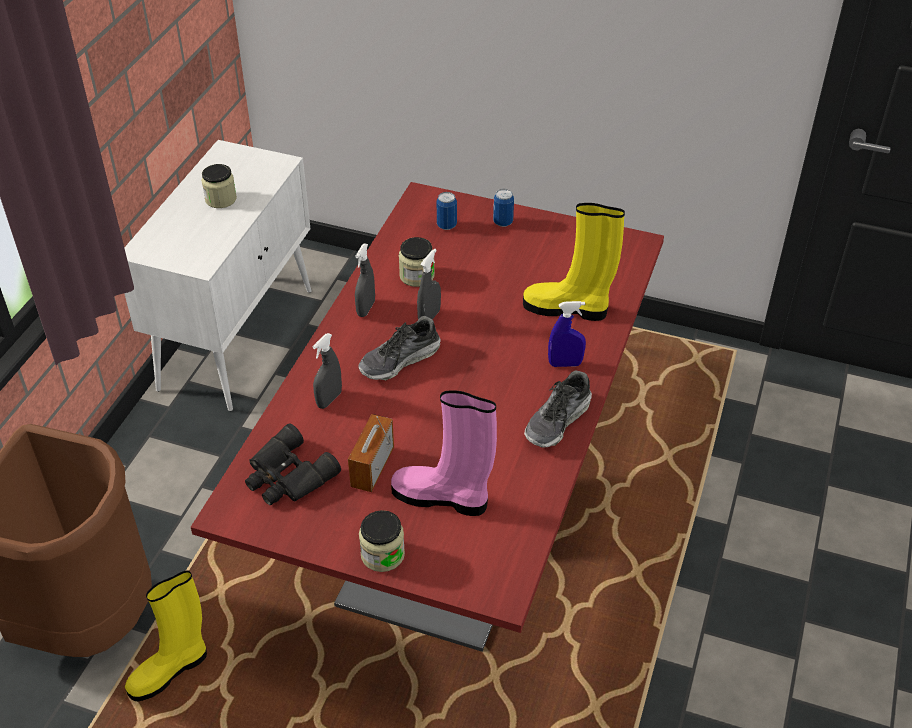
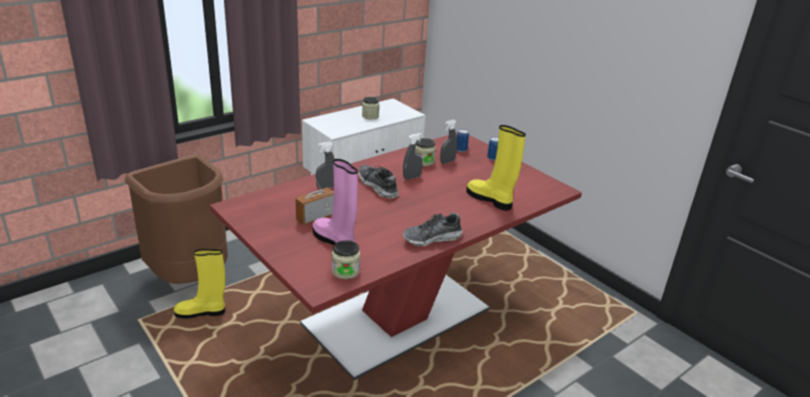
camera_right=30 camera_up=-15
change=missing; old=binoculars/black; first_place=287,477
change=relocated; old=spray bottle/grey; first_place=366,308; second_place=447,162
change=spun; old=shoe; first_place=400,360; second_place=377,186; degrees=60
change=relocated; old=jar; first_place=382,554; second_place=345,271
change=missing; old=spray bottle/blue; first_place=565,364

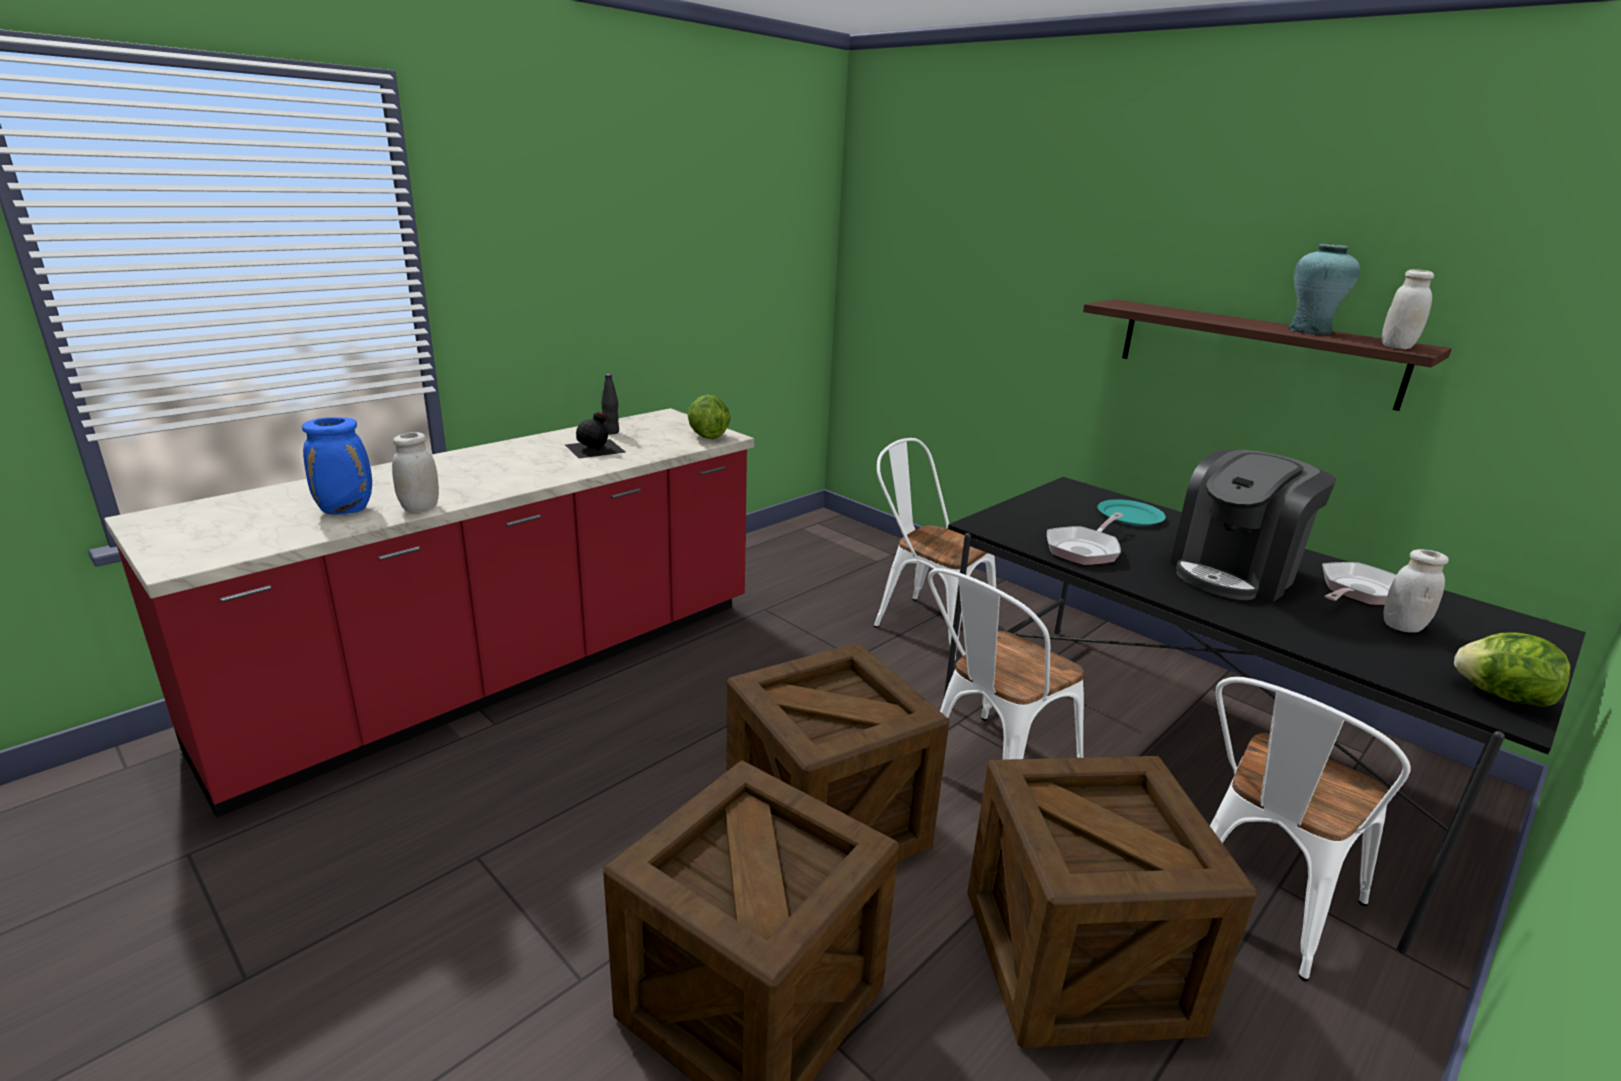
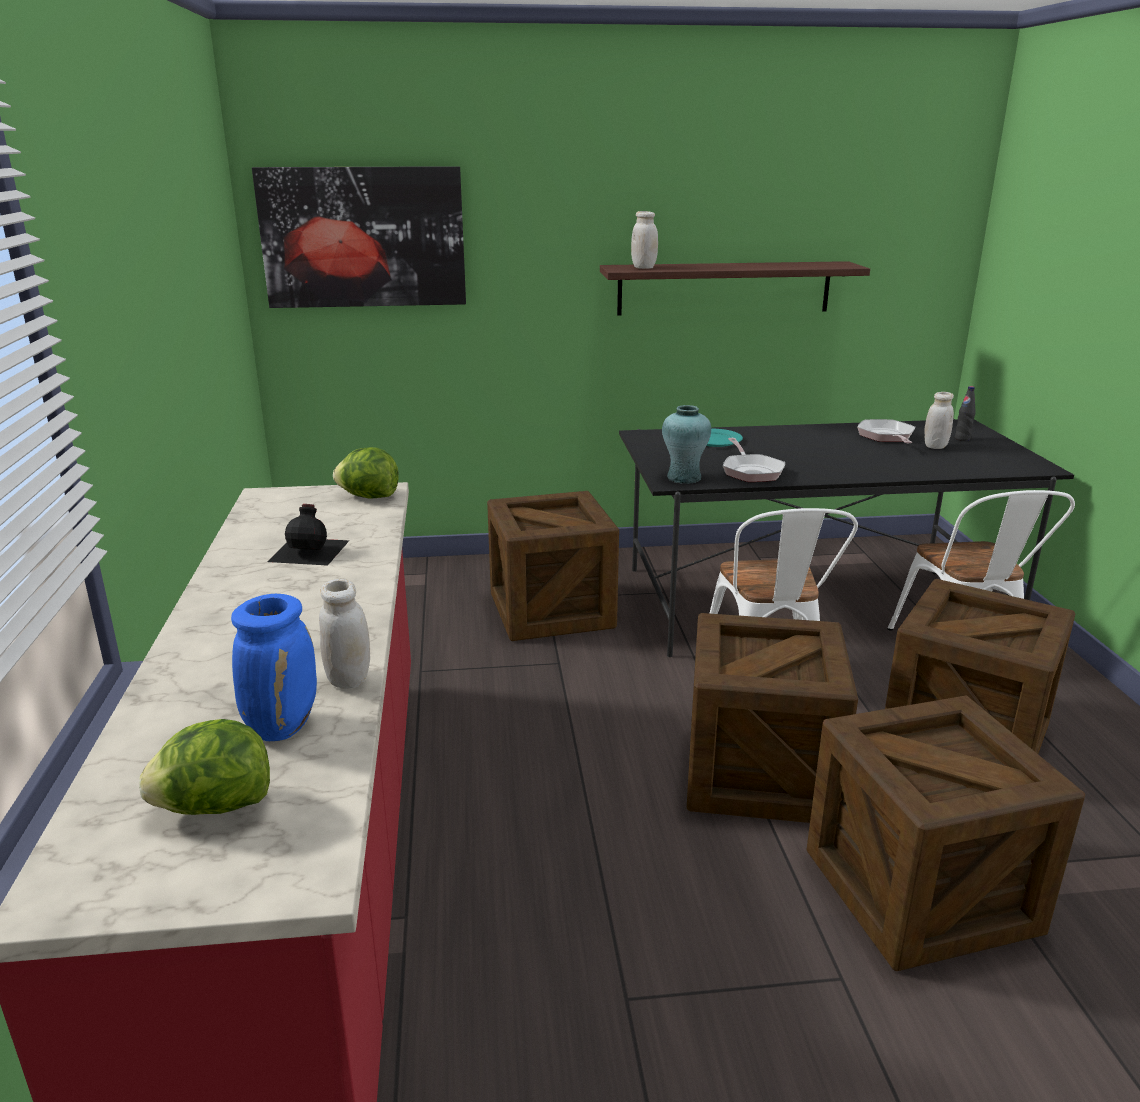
camera_right=-50 camera_up=0
change=relocated; old=bottle/black; first_place=611,432; second_place=962,439
change=exchanged; old=chair/white; new=crate; first_place=925,623; second_place=551,611
change=missing; old=coffee machine; first_place=1234,573
change=relocated; old=vase/turquoise; first_place=1309,331; second_place=683,478
change=relocated; old=jar/white; first_place=1396,347; second_place=643,267
change=relocated; old=lettuce; first_place=1500,695; second_place=215,807
change=appeared; new=picture; second_place=363,237

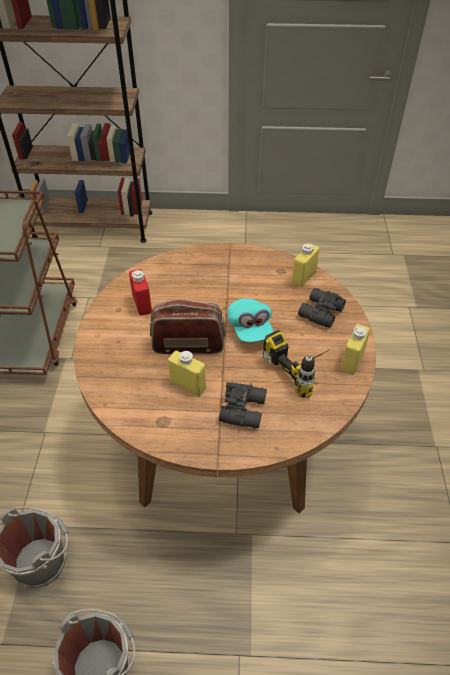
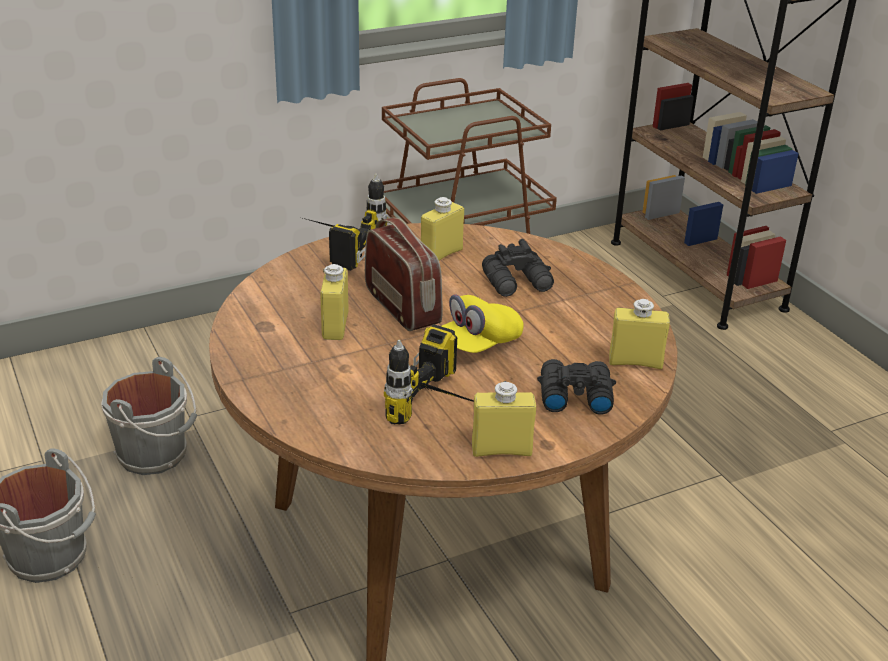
camera_right=60 camera_up=-15
change=colour; old=bottle/red; new=bottle/yellow; first_place=142,304; second_place=441,254
change=relocated; old=binoculars/black; first_place=244,409; second_place=518,283
change=colour; old=cap/turquoise; new=cap/yellow; first_place=250,329; second_place=478,344
change=appeared; new=power drill; second_place=336,248

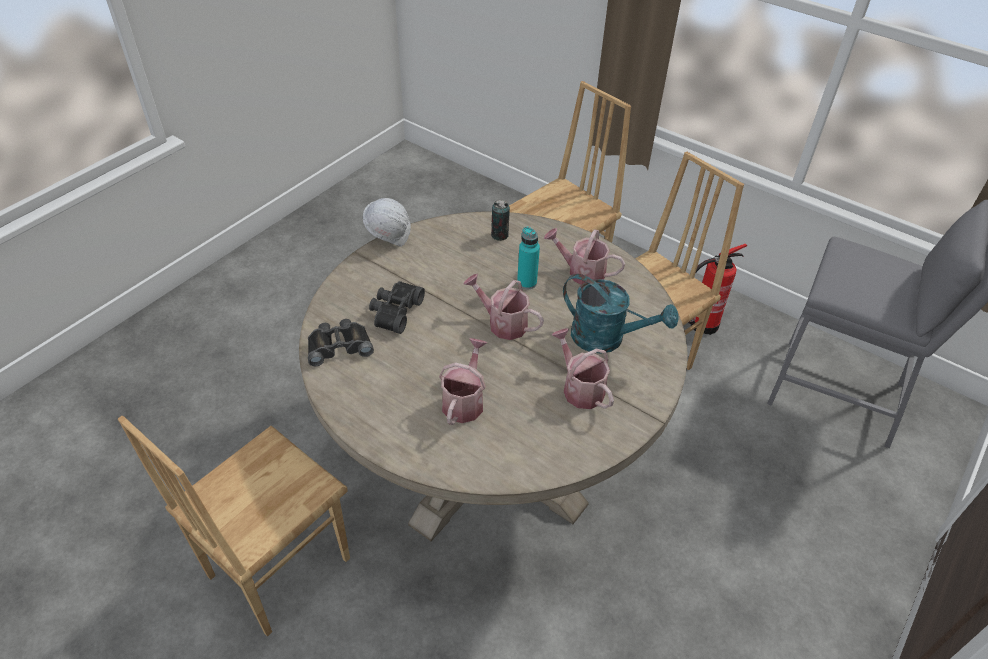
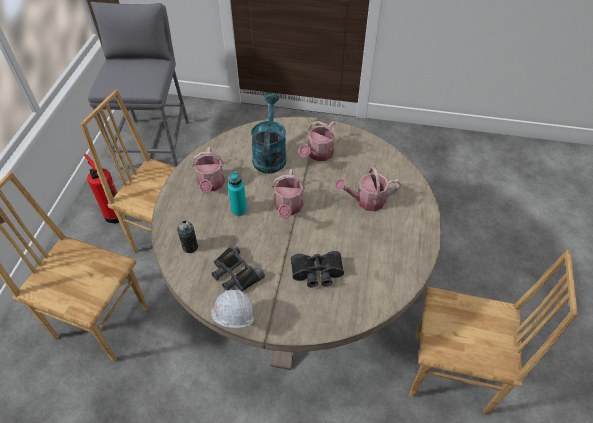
camera_right=-115 camera_up=5
change=relocated; old=binoculars/black; first_place=339,345; second_place=235,273

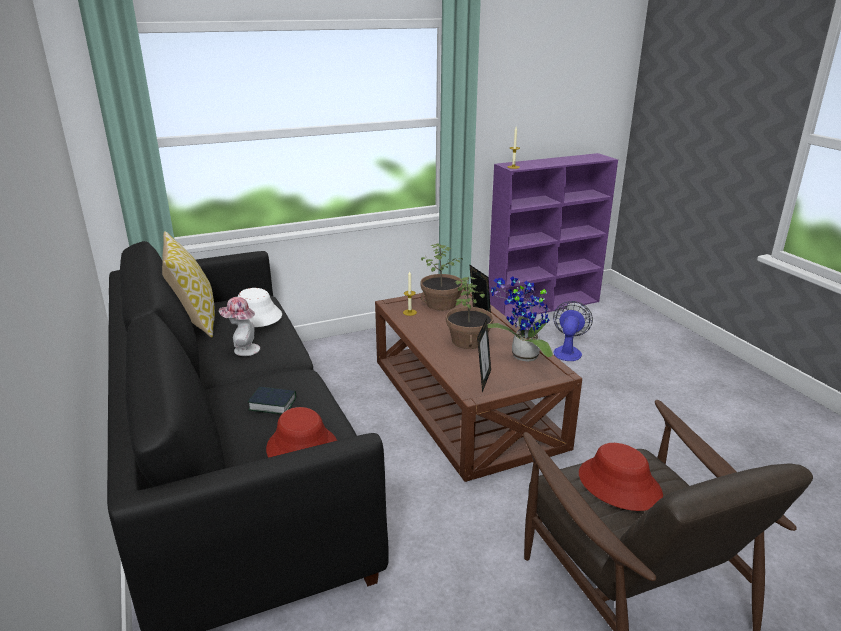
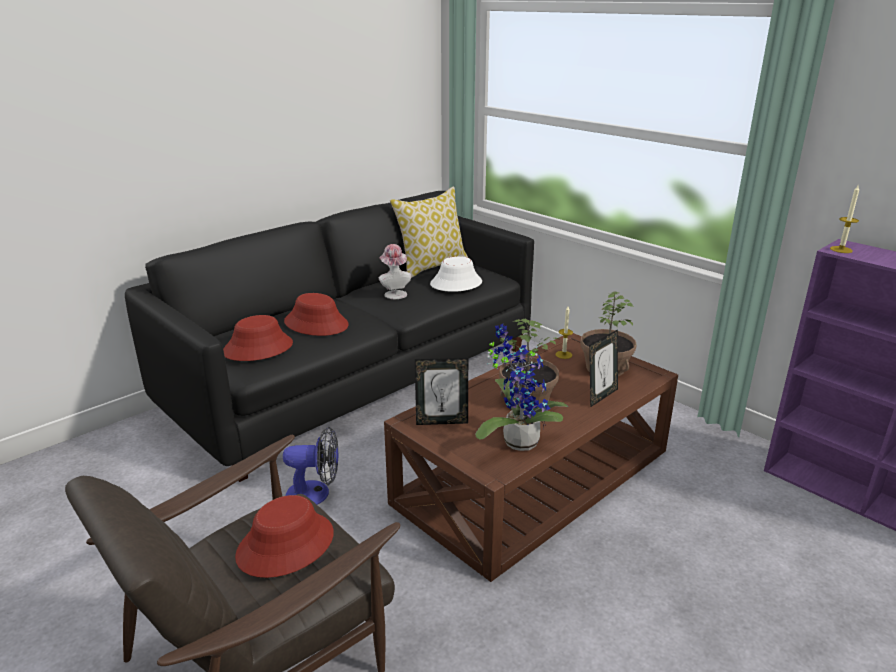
camera_right=70 camera_up=0
change=exchanged; old=book; new=hat/red; first_place=272,404; second_place=316,323
change=relocated; old=fan; first_place=568,351; second_place=316,493

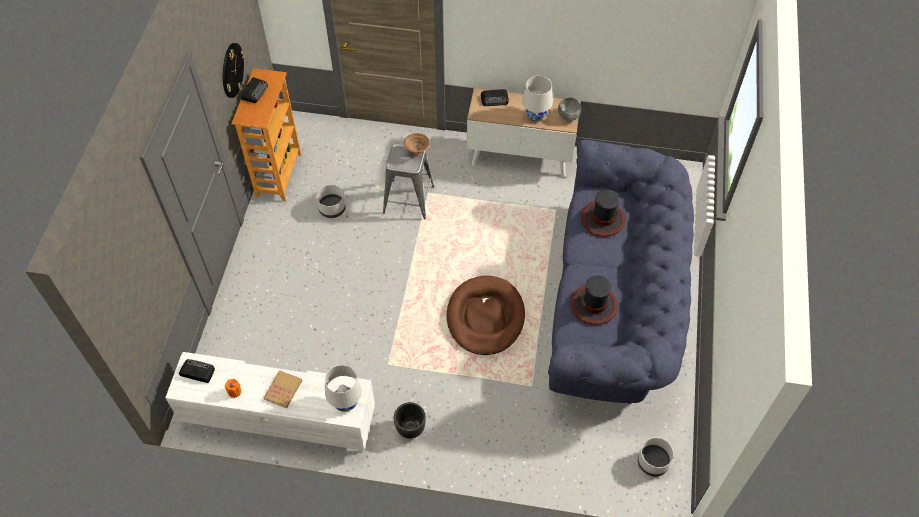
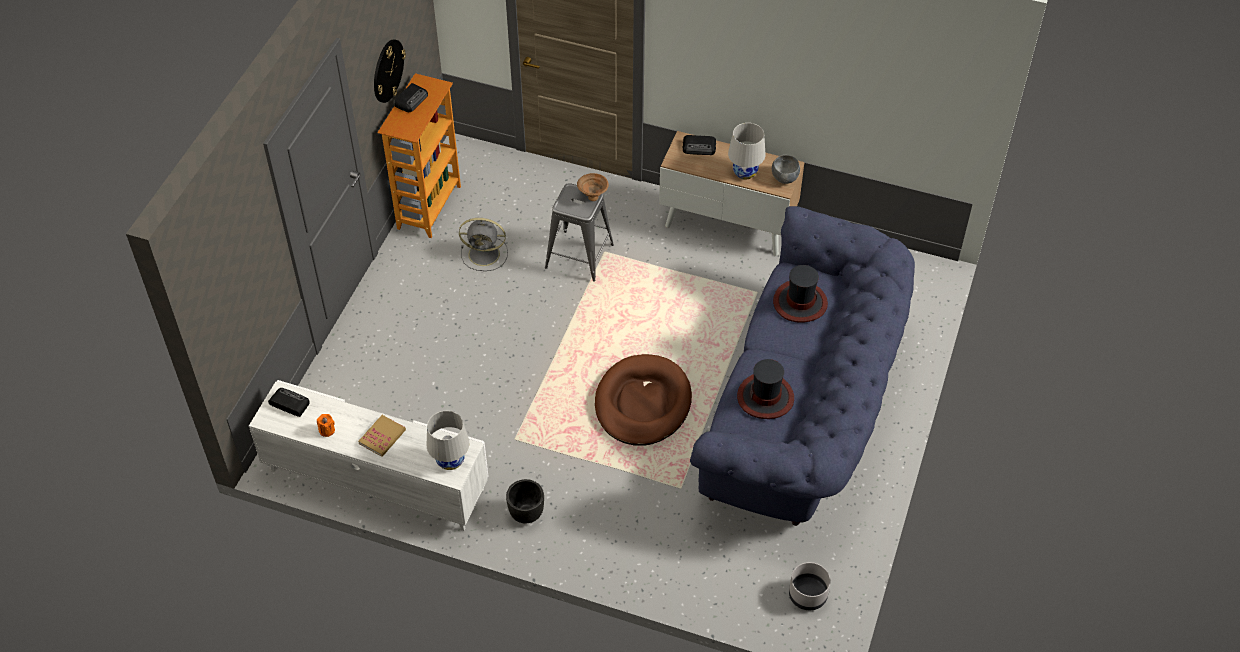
camera_right=10 camera_up=-5
change=exchanged; old=planter/grey; new=fan/grey; first_place=332,208; second_place=485,254

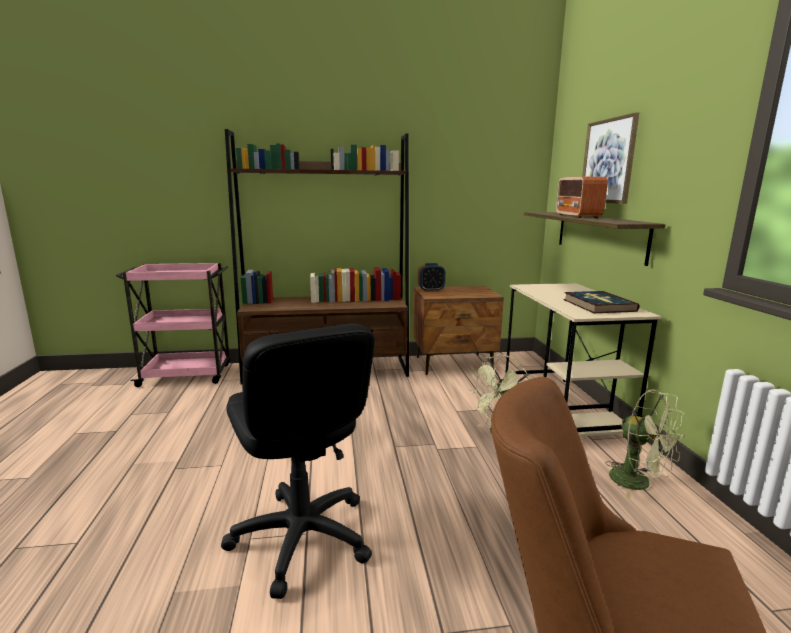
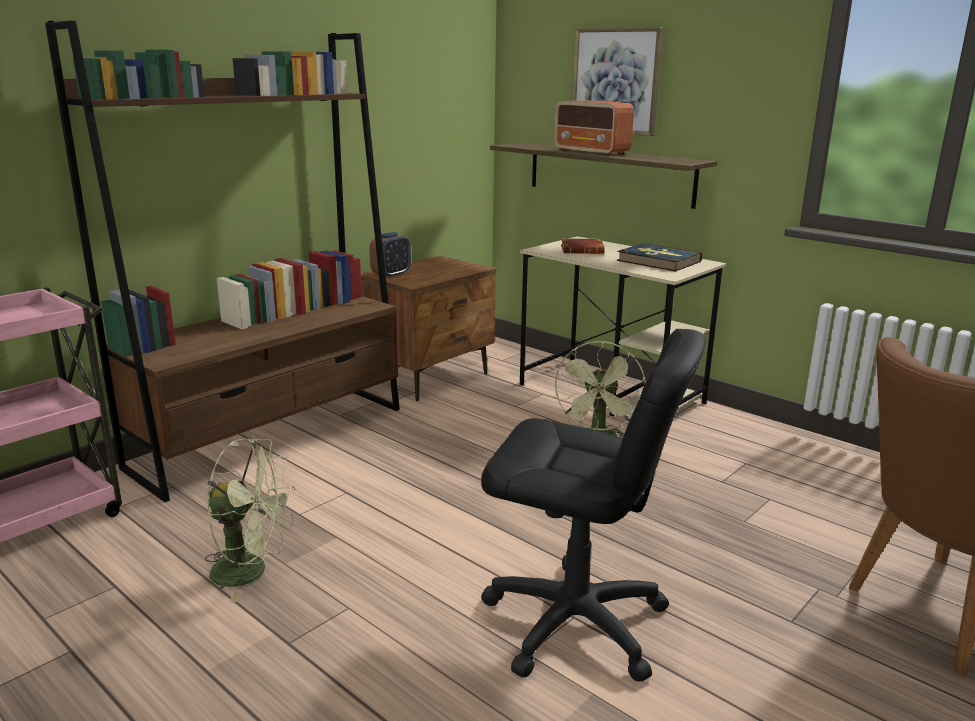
camera_right=-40 camera_up=5
change=relocated; old=fan/green; first_place=639,483; second_place=251,572
change=appeared; new=book/brown; second_place=583,250

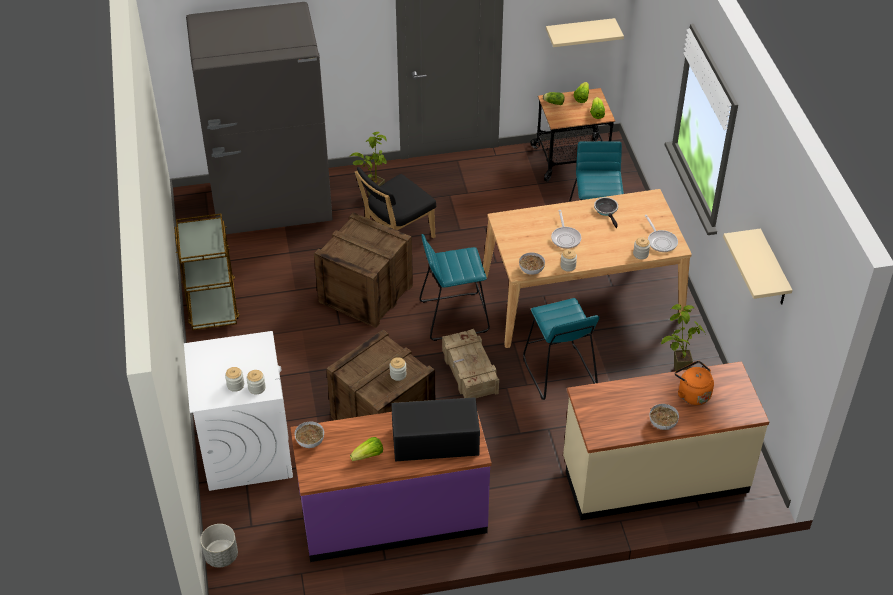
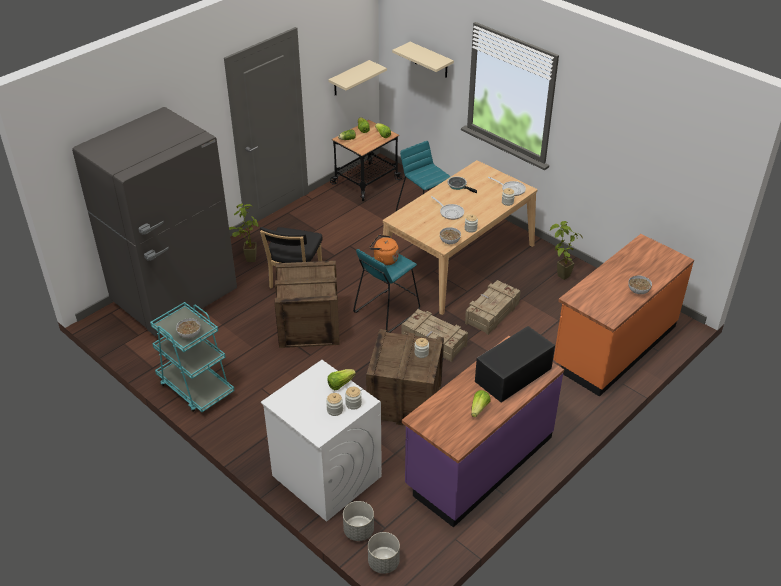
camera_right=-35 camera_up=-5
change=colour; old=cart/brown; new=cart/turquoise; first_place=212,304; second_place=195,388
change=relocated; old=bowl; first_place=310,441; second_place=189,334
change=exchanged; old=stool/turquoise; new=crate; first_place=558,372; second_place=491,313
change=colour; old=counter/beige; new=counter/orange; first_place=654,476; second_place=613,346
change=relocated; old=kettle/orange; first_place=692,393; second_place=384,259
change=relocated; old=shelf/beige; first_place=773,270; second_place=431,60
change=appeared; new=lettuce; second_place=340,384
change=appeared; new=planter/grey; second_place=359,531

